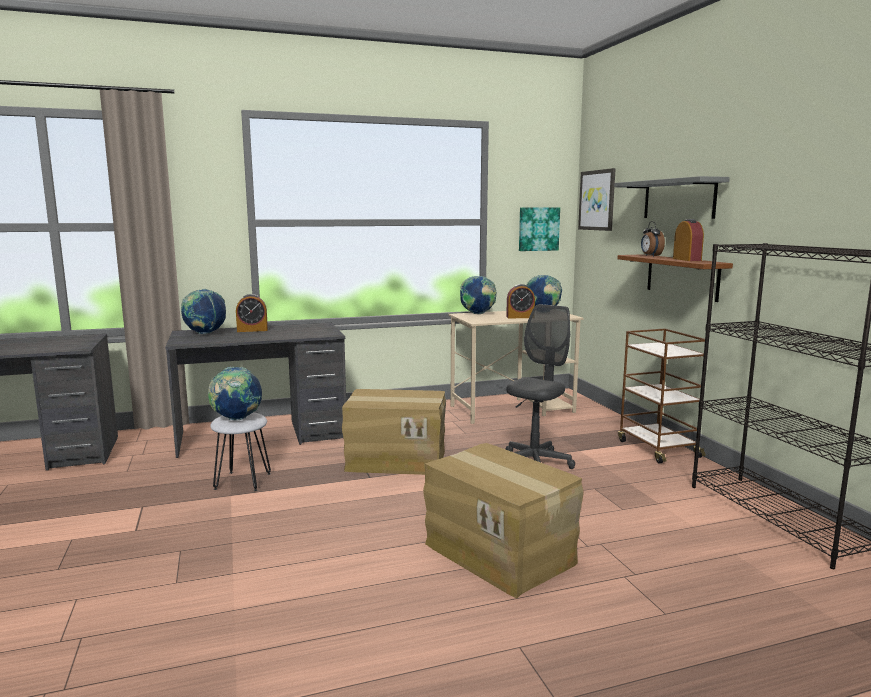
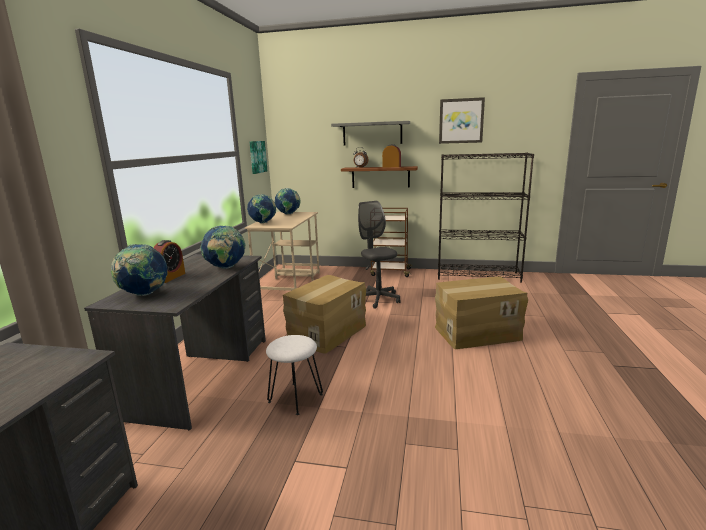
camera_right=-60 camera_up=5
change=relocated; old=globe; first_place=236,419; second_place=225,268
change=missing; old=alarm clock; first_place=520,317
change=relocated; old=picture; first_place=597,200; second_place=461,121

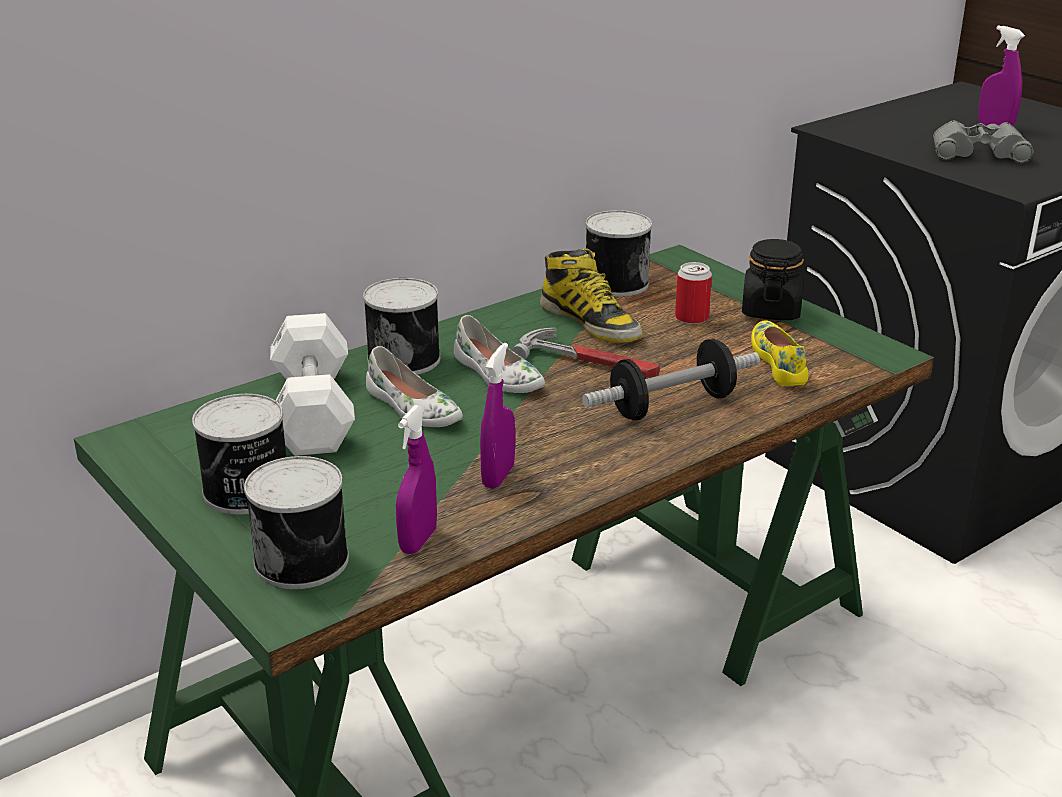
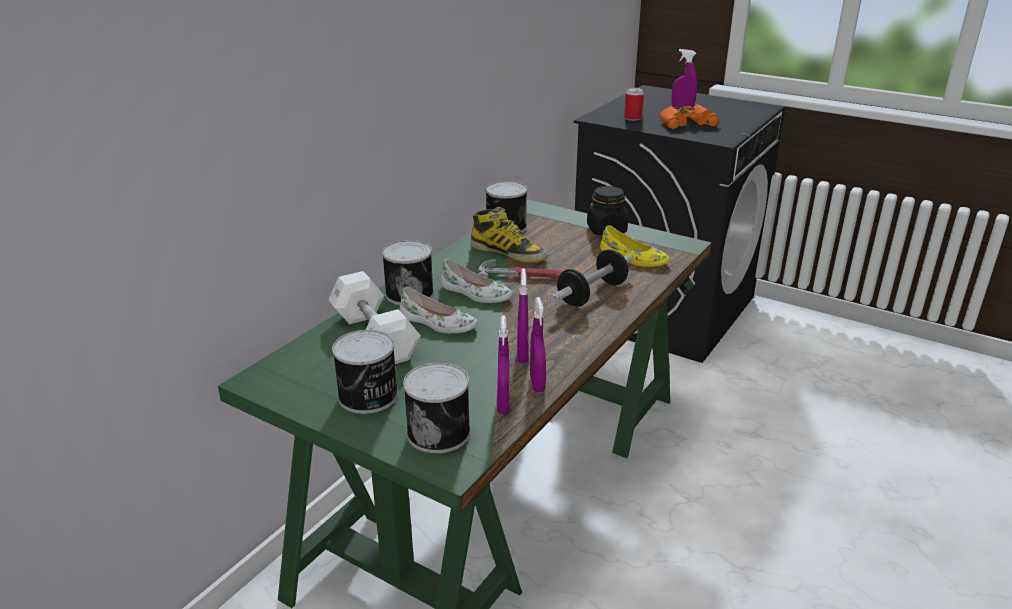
camera_right=-20 camera_up=0
change=relocated; old=can; first_place=691,318; second_place=632,118
change=spun; old=shoe/yellow; first_place=780,362; second_place=633,258; degrees=150
change=colour; old=binoculars/grey; new=binoculars/orange; first_place=978,153; second_place=686,123
change=appeared; new=spray bottle/purple; second_place=537,383

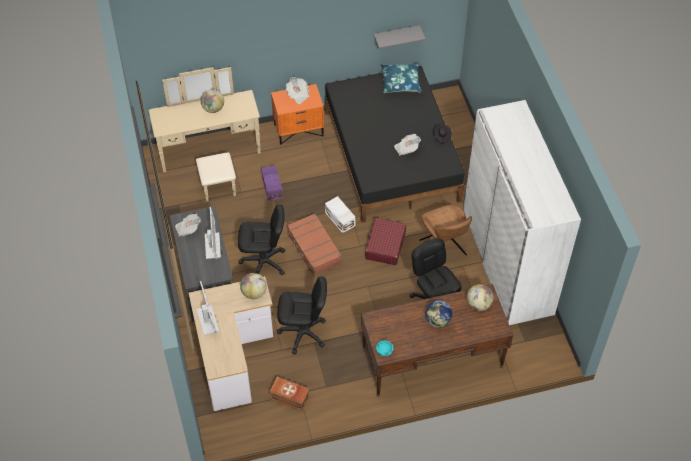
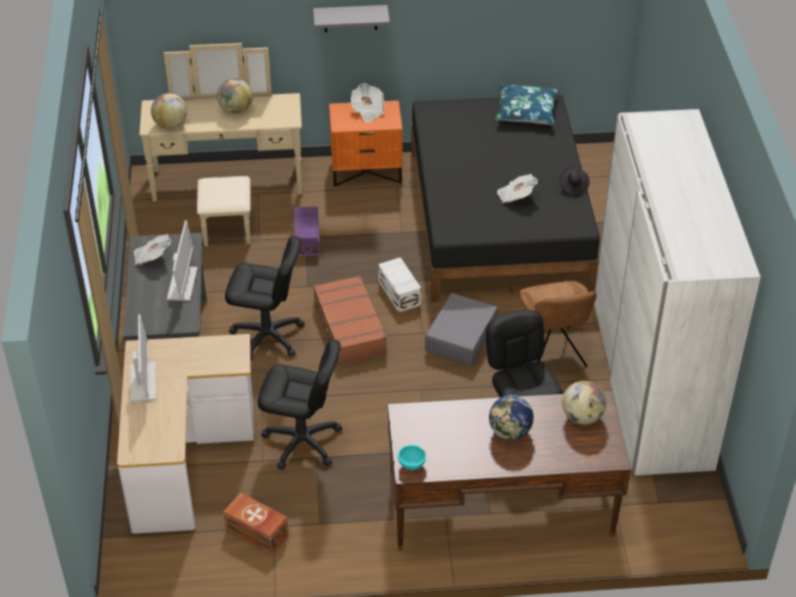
camera_right=10 camera_up=-10
change=relocated; old=globe; first_place=254,293; second_place=171,125
change=colour; old=suitcase/red; new=suitcase/grey; first_place=385,246; second_place=460,338
change=relocated; old=shelf/grey; first_place=396,36; second_place=350,18

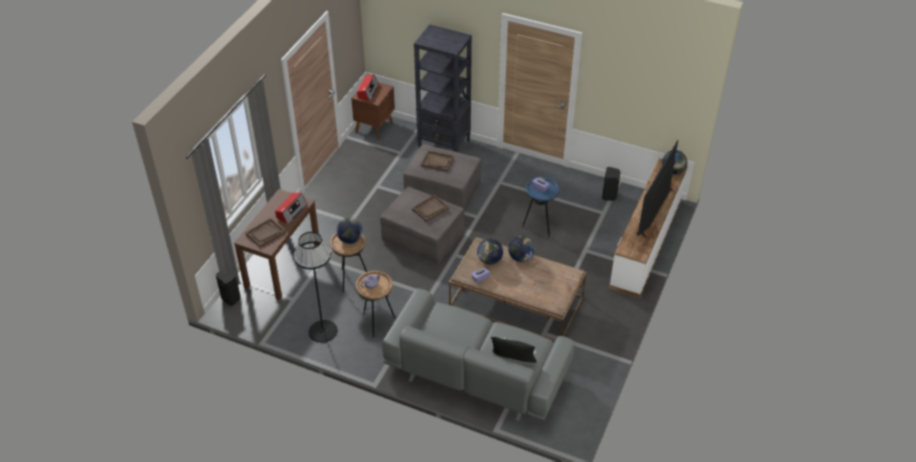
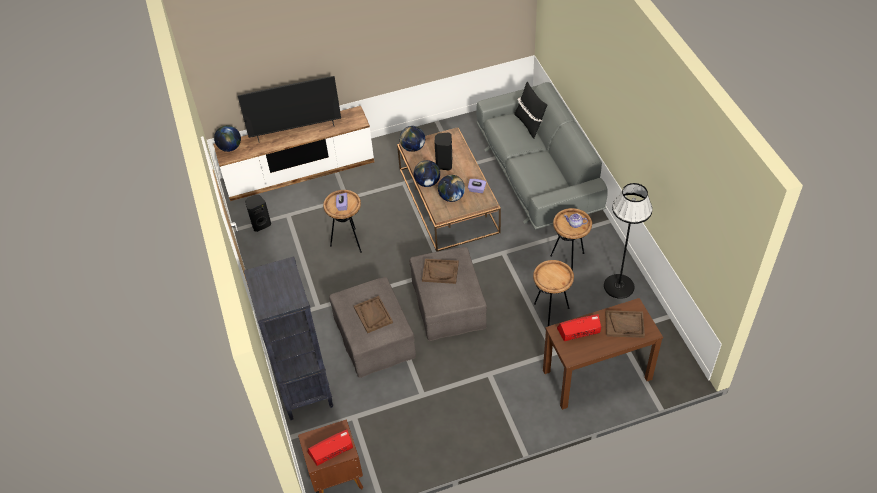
camera_right=-130 camera_up=5
change=relocated; old=speaker/black; first_place=231,298; second_place=444,164
change=relocated; old=globe; first_place=350,239; second_place=413,148
change=colour; old=side table/blue; new=side table/brown; first_place=539,226; second_place=348,242

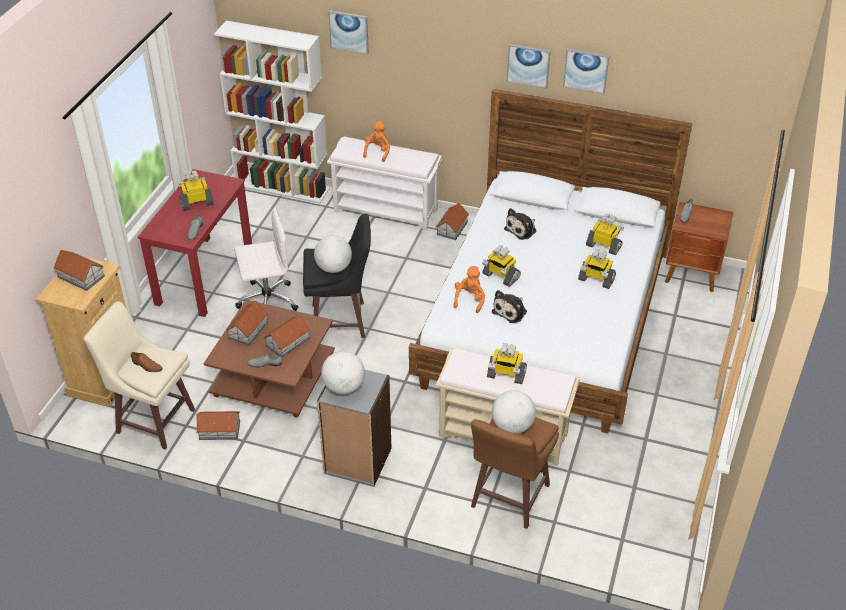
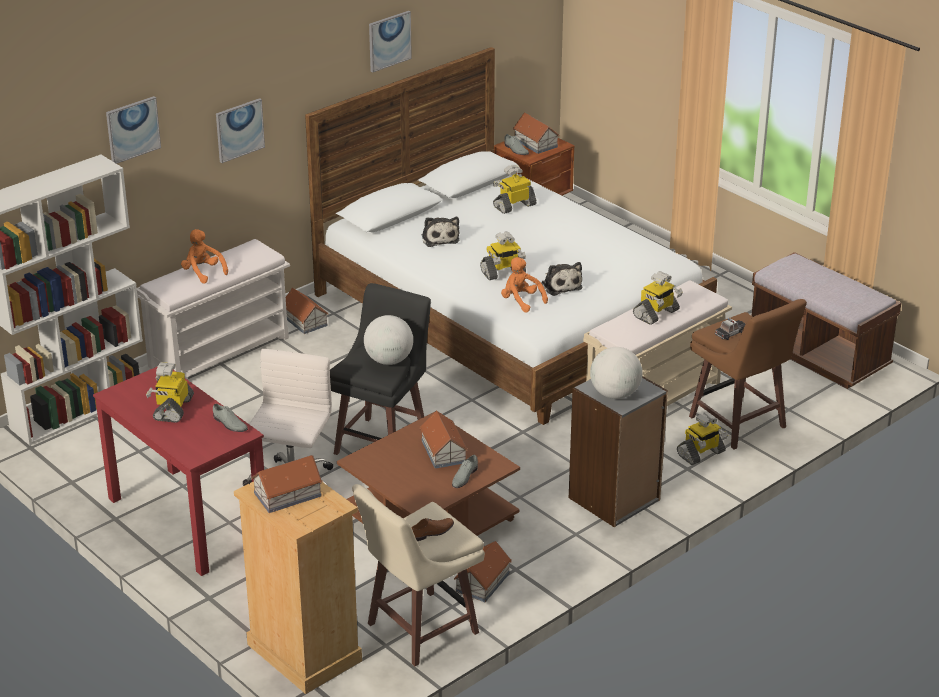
camera_right=-60 camera_up=-10
change=relocated; old=toy house; first_place=248,330; second_place=535,143
change=exchanged; old=globe; new=toy car; first_place=512,426; second_place=730,332
change=relocated; old=picture; first_place=528,65; second_place=239,130
change=relocated; old=toy robot; first_place=596,279; second_place=701,454
change=appeared; new=bench/brown; second_place=818,355

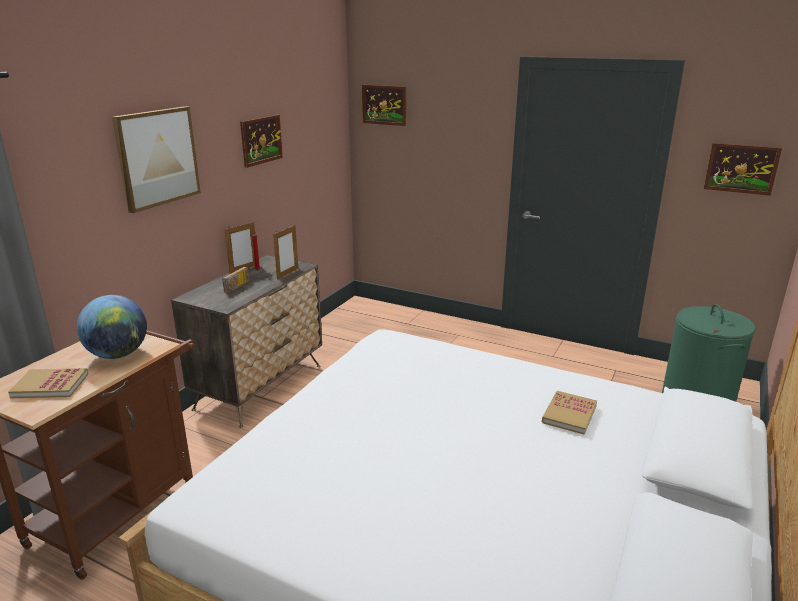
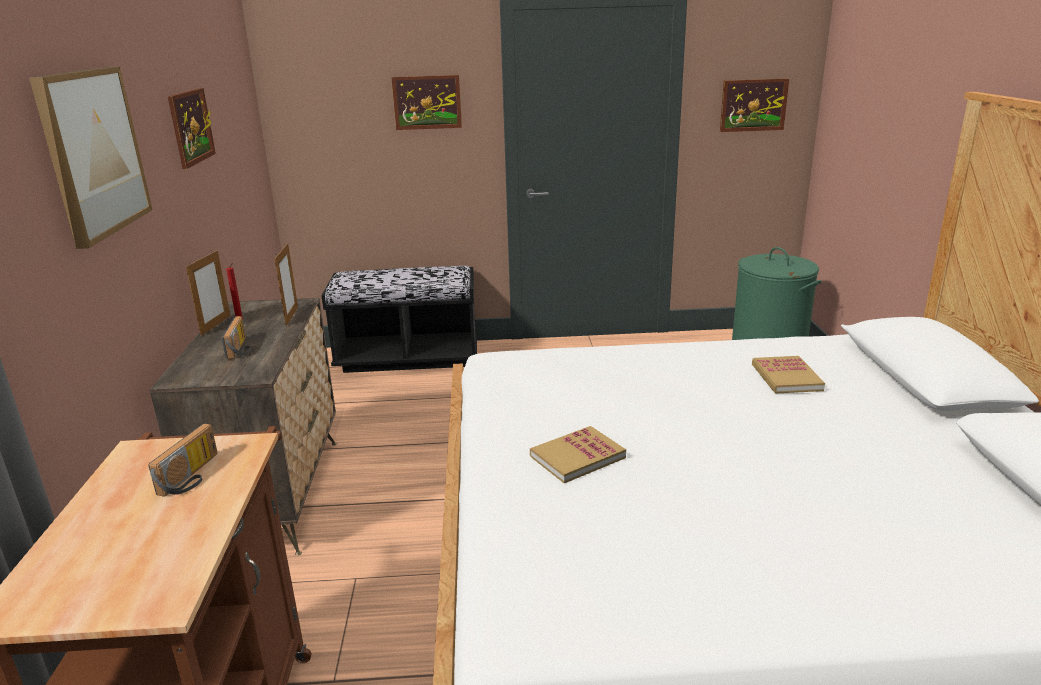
camera_right=-30 camera_up=0
change=relocated; old=book; first_place=50,385; second_place=577,457
change=exchanged; old=globe; new=radio; first_place=118,354; second_place=193,476
change=relocated; old=picture; first_place=384,105; second_place=427,102
change=appeared; new=bench/black; second_place=408,357

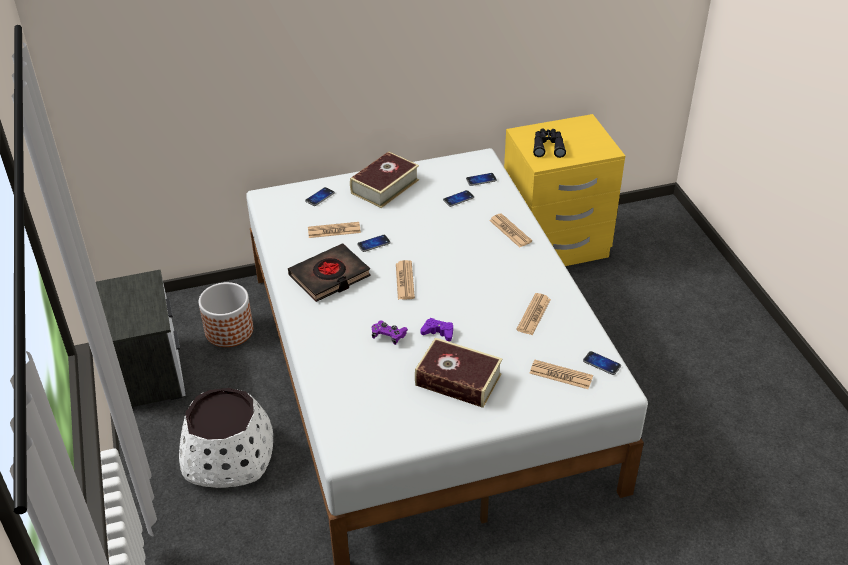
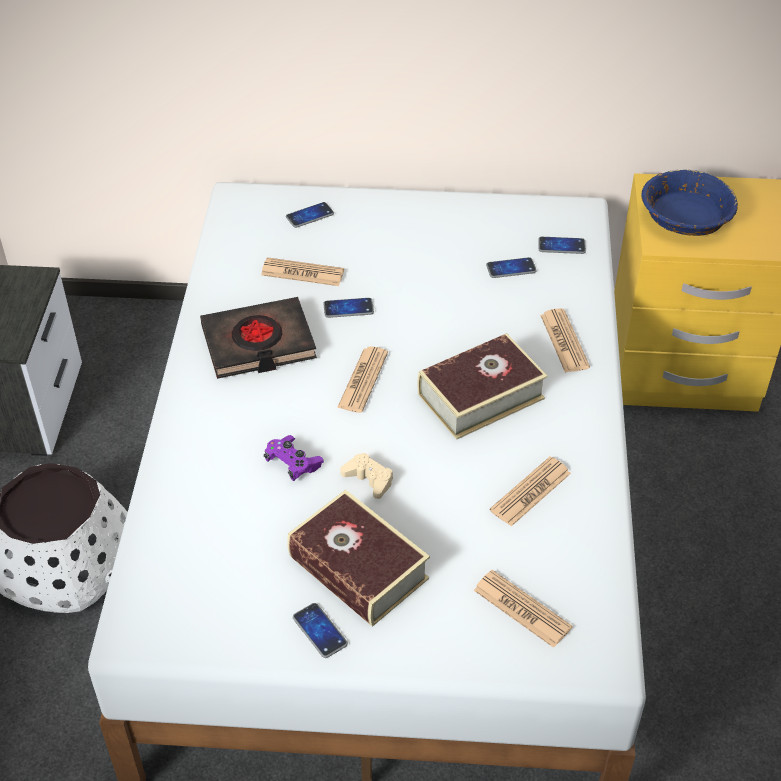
camera_right=20 camera_up=5
change=missing; old=planter; first_place=229,330
change=relocated; old=book; first_place=385,186; second_place=480,396
change=colour; old=game controller/purple; new=game controller/beige; first_place=438,332; second_place=369,479
change=exchanged; old=binoculars/black; new=bowl/blue; first_place=548,146; second_place=686,217
change=relocated; old=phone; first_place=601,363; second_place=320,631

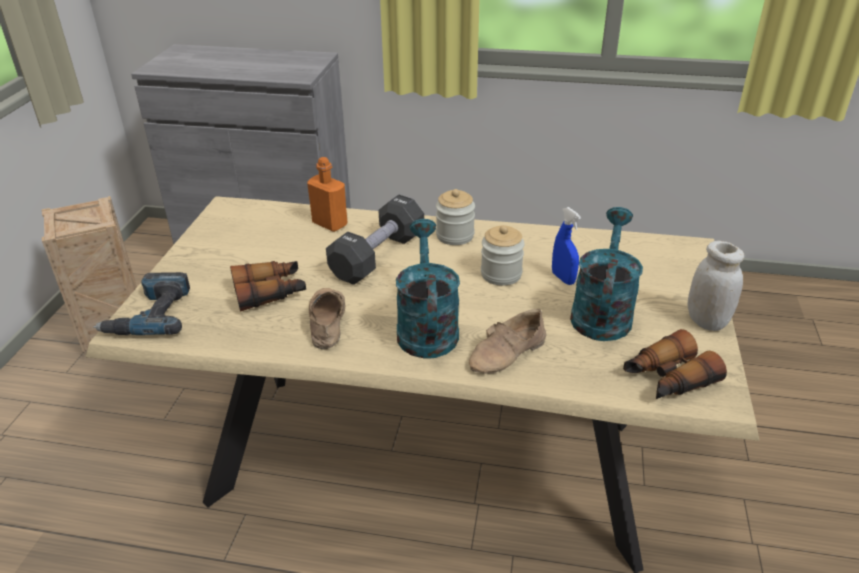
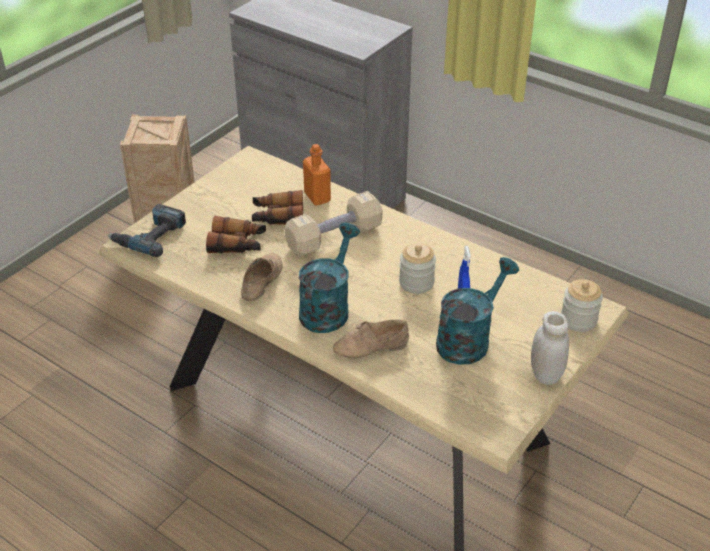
camera_right=25 camera_up=5
change=colour; old=dumbbell/black; new=dumbbell/beige; first_place=378,256; second_place=334,237
change=relocated; old=jar; first_place=455,236; second_place=578,320
change=relocated; old=binoculars; first_place=667,379; second_place=278,216

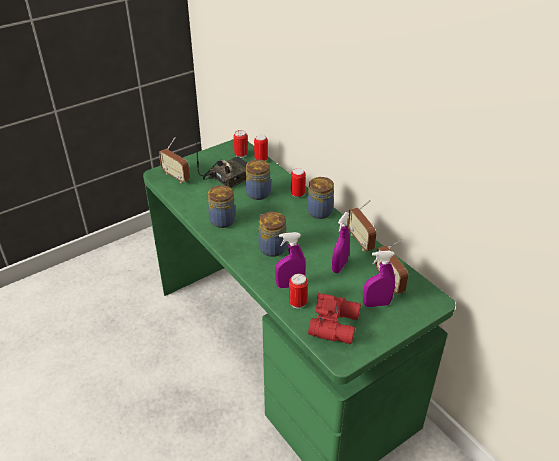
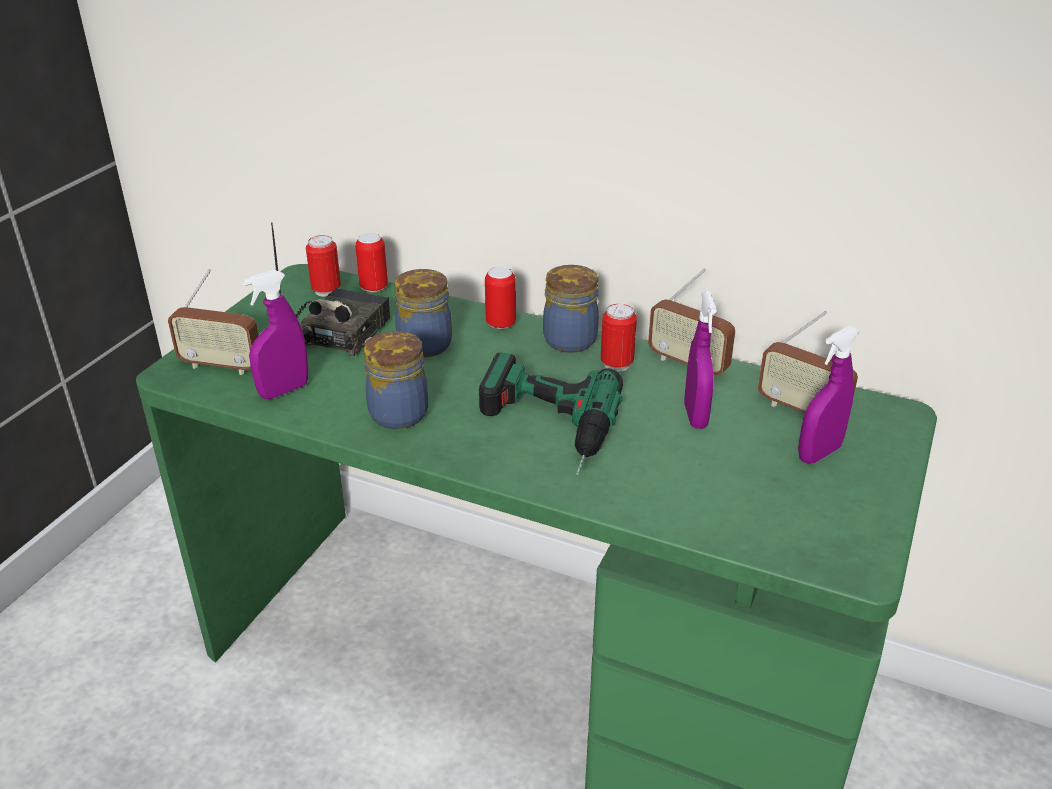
camera_right=-30 camera_up=-5
change=exchanged; old=jar; new=power drill; first_place=271,248; second_place=543,429
change=relocated; old=spray bottle/purple; first_place=290,285; second_place=284,391
change=relocated; old=can; first_place=297,303; second_place=616,364
change=missing; old=binoculars/red; first_place=336,324

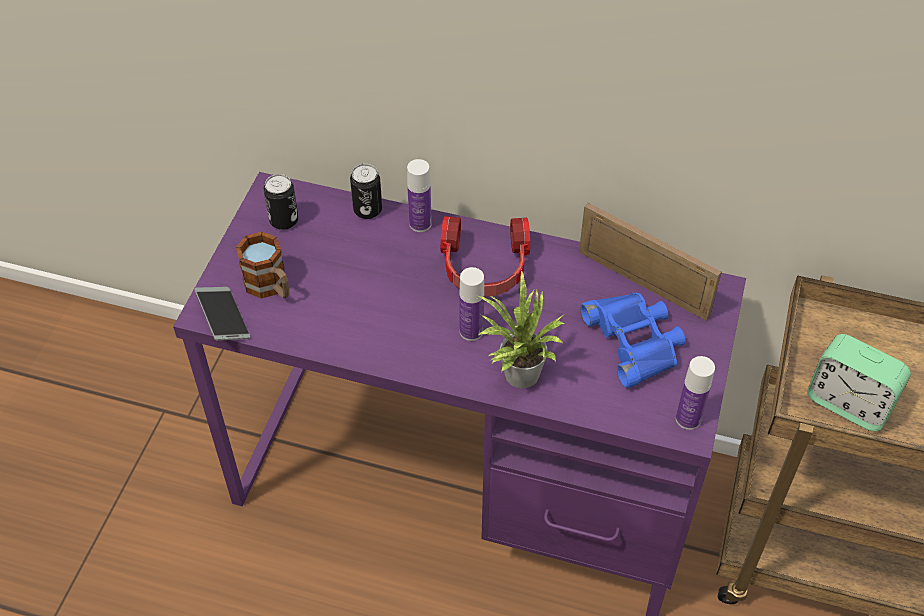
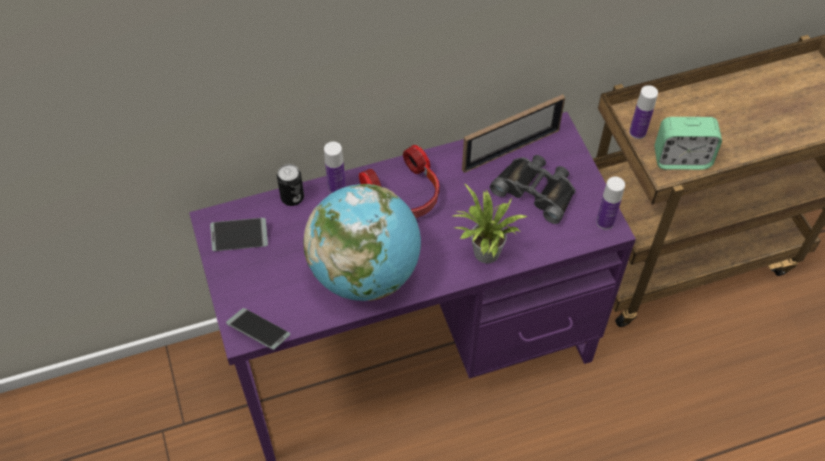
camera_right=-35 camera_up=5
change=missing; old=mug; first_place=270,287
change=exchanged; old=can; new=phone; first_place=284,220; second_place=240,238
change=relocated; old=bottle; first_place=471,331; second_place=637,132
change=spun; old=picture frame; first_place=642,284; second_place=511,150; degrees=150
change=colour; old=binoculars/blue; new=binoculars/black; first_place=635,341; second_place=536,190
change=appeared; new=globe; second_place=365,272

